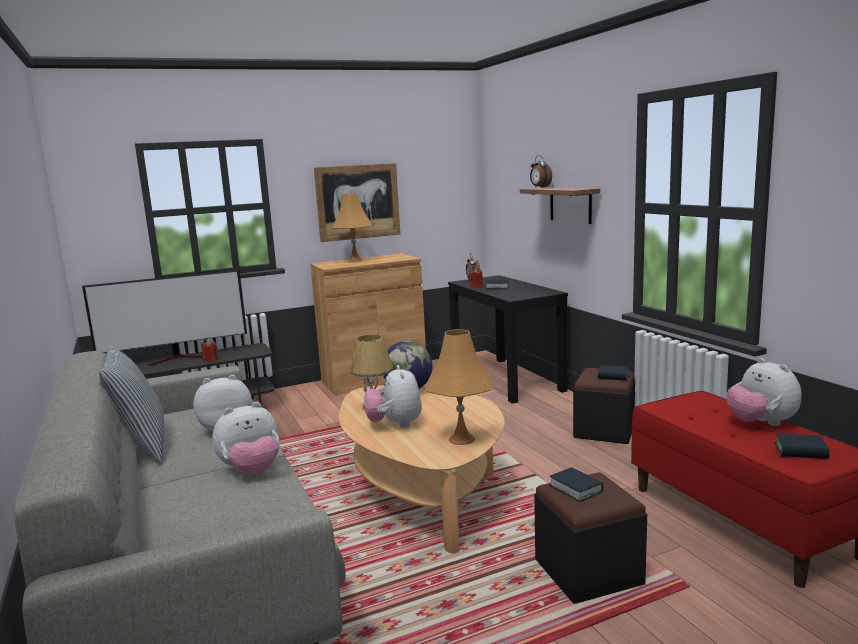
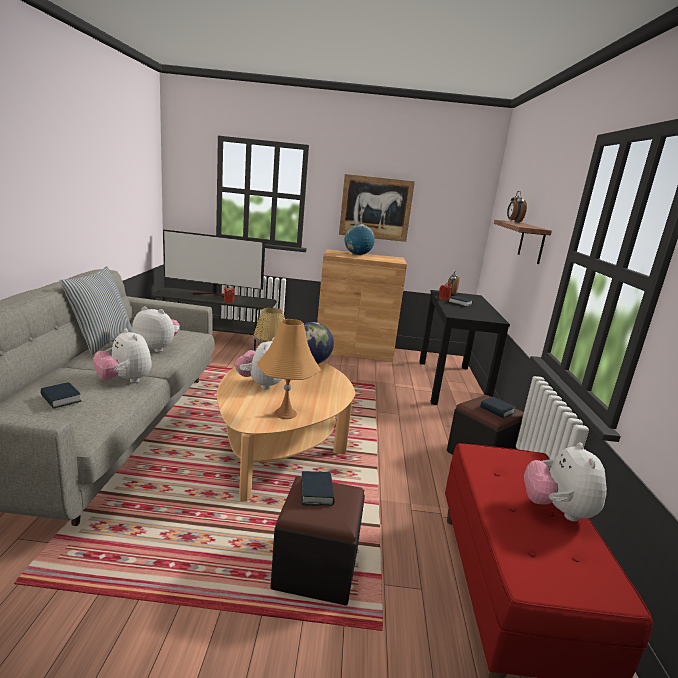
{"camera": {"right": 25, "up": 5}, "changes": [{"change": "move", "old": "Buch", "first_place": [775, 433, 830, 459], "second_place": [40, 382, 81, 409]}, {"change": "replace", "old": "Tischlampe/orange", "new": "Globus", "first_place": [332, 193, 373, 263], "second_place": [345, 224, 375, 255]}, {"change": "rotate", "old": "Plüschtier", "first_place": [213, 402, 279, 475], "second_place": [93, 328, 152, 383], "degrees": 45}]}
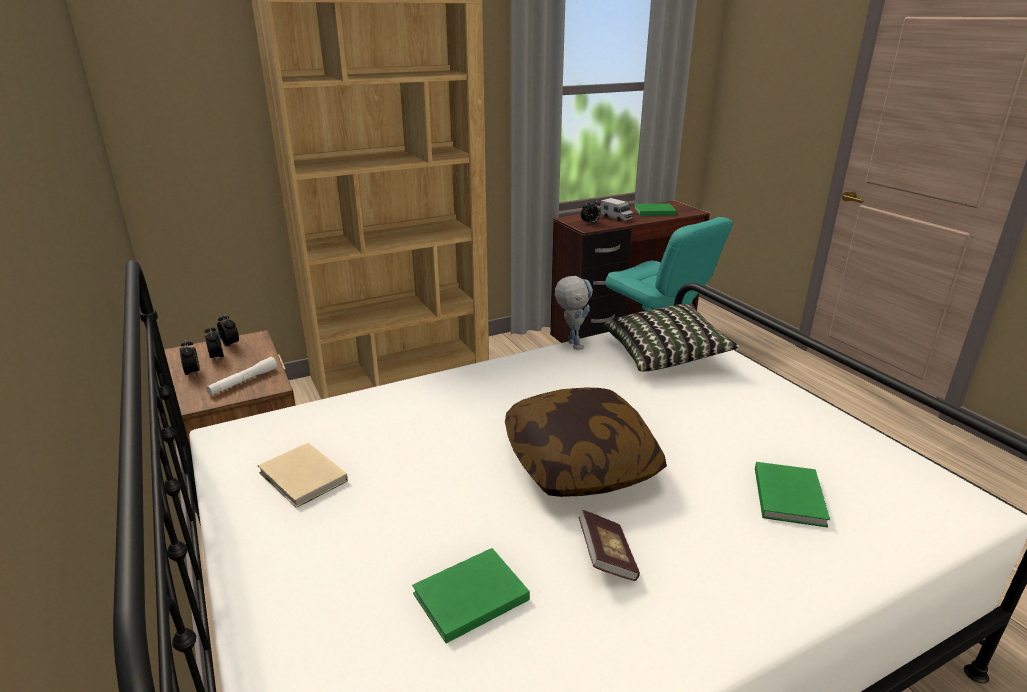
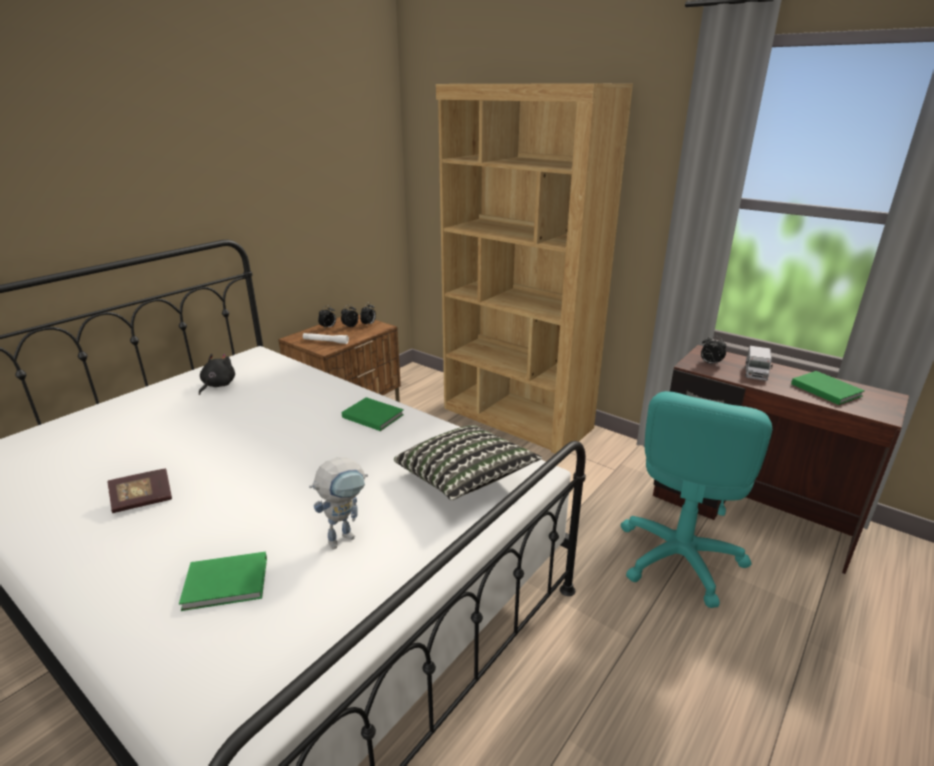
{"camera": {"right": 65, "up": 0}, "changes": [{"change": "delete", "old": "Kissen", "first_place": [505, 387, 667, 497]}, {"change": "move", "old": "Buch/grün", "first_place": [412, 548, 530, 644], "second_place": [342, 397, 404, 431]}, {"change": "move", "old": "Spielzeugroboter", "first_place": [555, 276, 593, 349], "second_place": [309, 457, 368, 549]}, {"change": "replace", "old": "Buch/beige", "new": "Plüschtier/schwarz", "first_place": [258, 443, 348, 508], "second_place": [199, 354, 235, 395]}]}
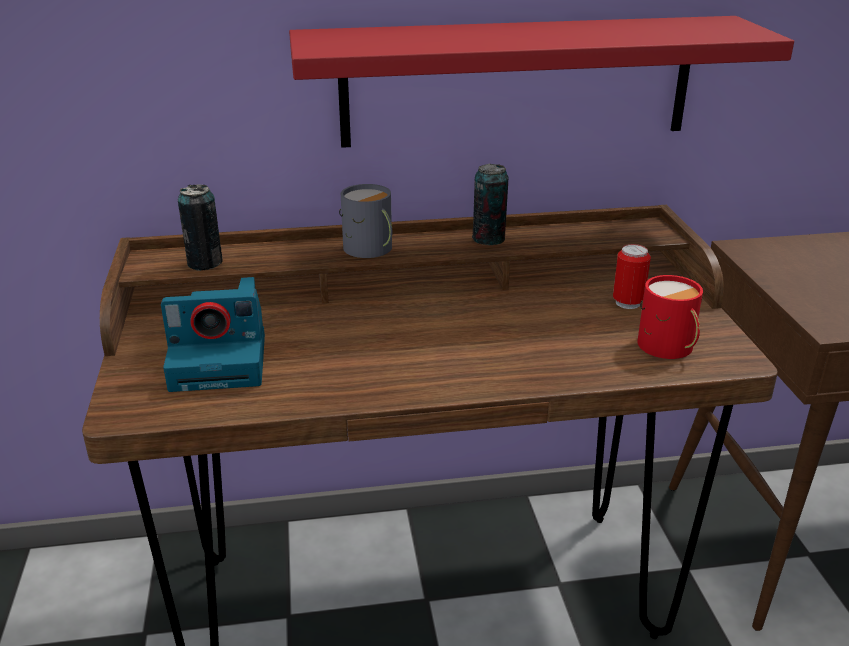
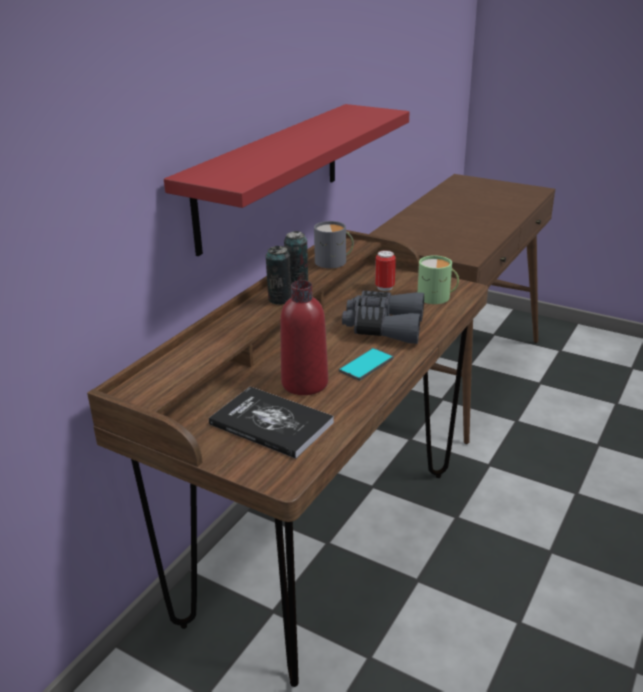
{"camera": {"right": -50, "up": 0}, "changes": [{"change": "insert", "new": "Flasche/rot", "second_place": [280, 280, 328, 395]}, {"change": "insert", "new": "Handy", "second_place": [339, 348, 394, 381]}, {"change": "insert", "new": "Fernglas/grau", "second_place": [342, 290, 424, 344]}, {"change": "move", "old": "Dose", "first_place": [178, 185, 223, 271], "second_place": [266, 246, 291, 305]}, {"change": "move", "old": "Henkelbecher/grau", "first_place": [339, 184, 392, 258], "second_place": [314, 221, 354, 268]}, {"change": "replace", "old": "Kamera", "new": "Buch", "first_place": [161, 277, 265, 392], "second_place": [209, 387, 334, 459]}, {"change": "recolor", "old": "Henkelbecher/rot", "new": "Henkelbecher/grün", "first_place": [637, 275, 703, 359], "second_place": [418, 255, 459, 304]}]}
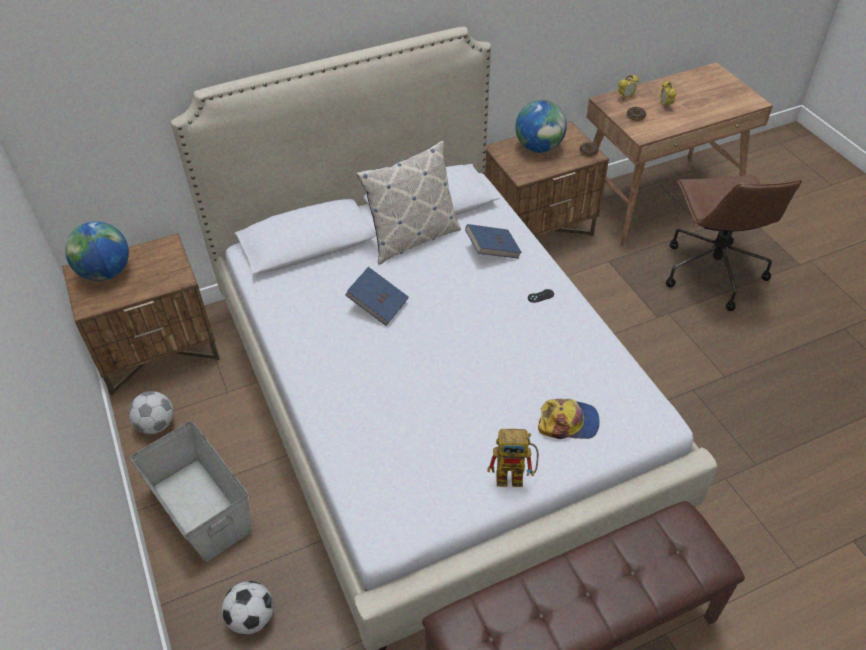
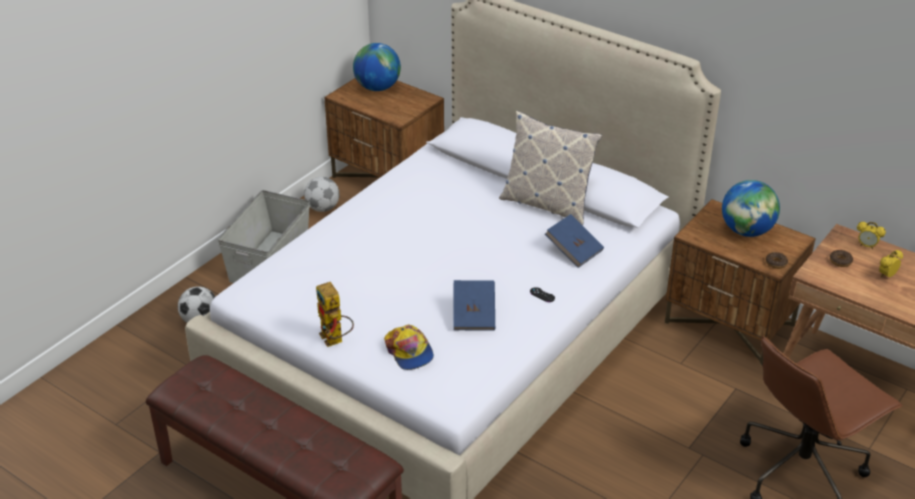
{"camera": {"right": 60, "up": -10}, "changes": [{"change": "move", "old": "Buch/blau", "first_place": [345, 267, 409, 326], "second_place": [453, 280, 495, 331]}]}
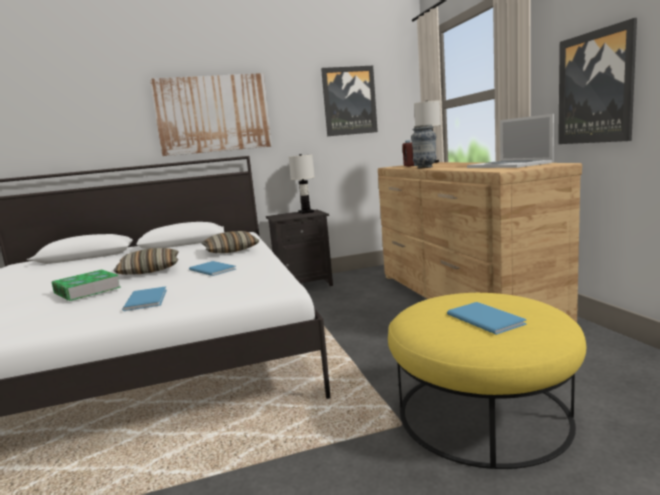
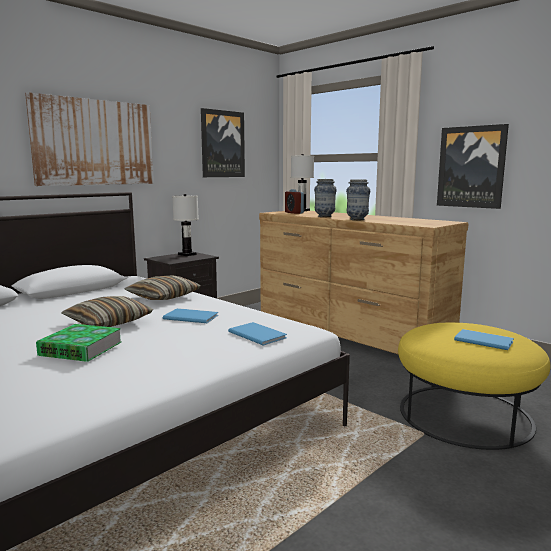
{"camera": {"right": -30, "up": 0}, "changes": [{"change": "delete", "old": "Laptop", "first_place": [467, 114, 554, 168]}, {"change": "insert", "new": "Vase", "second_place": [346, 179, 370, 220]}, {"change": "move", "old": "Buch/blau", "first_place": [122, 286, 167, 311], "second_place": [228, 322, 287, 346]}]}
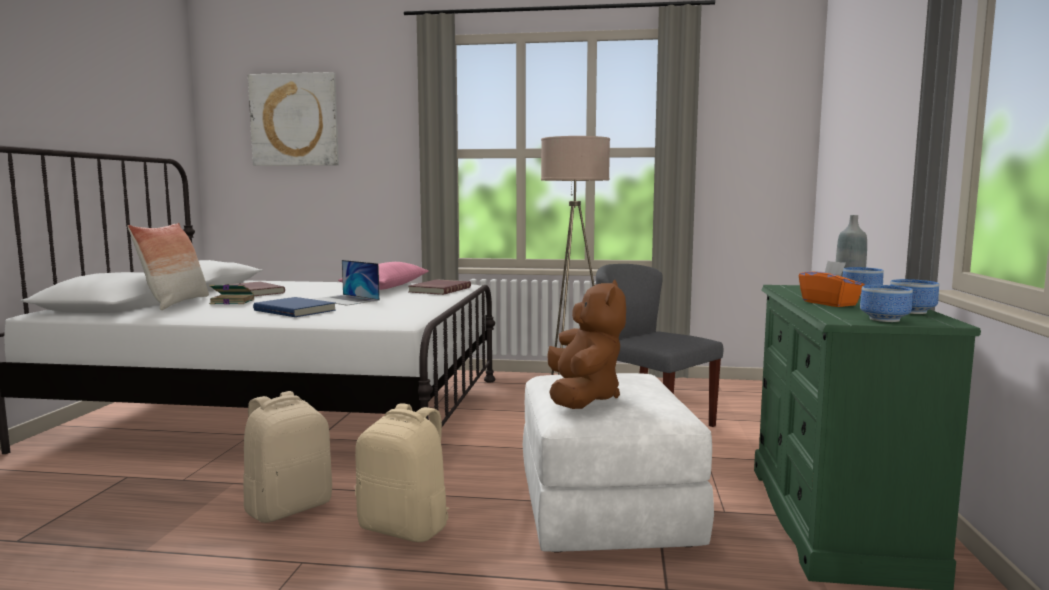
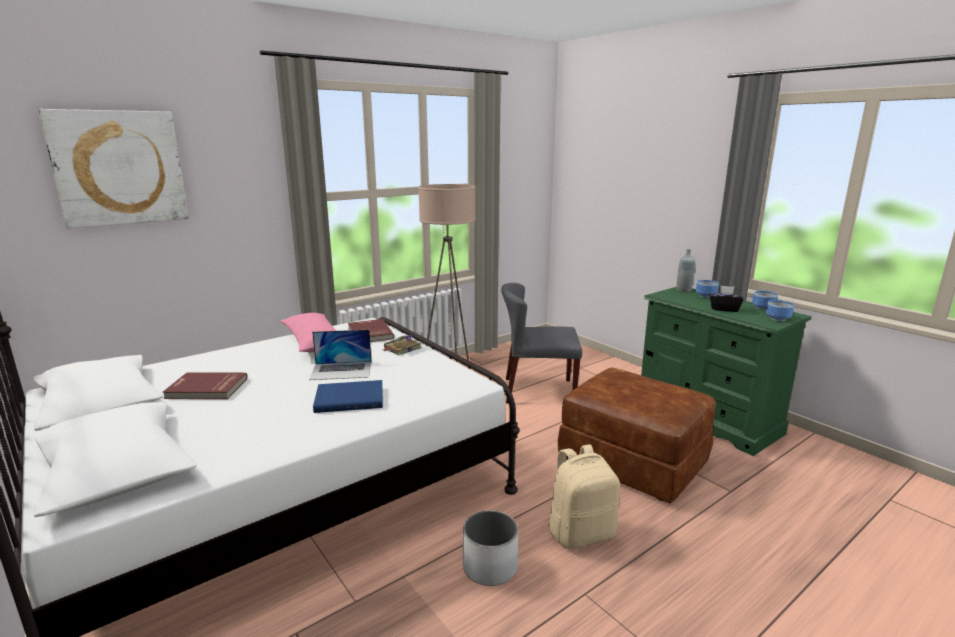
{"camera": {"right": -45, "up": 10}, "changes": [{"change": "delete", "old": "Kissen", "first_place": [127, 223, 209, 310]}, {"change": "delete", "old": "Plüschtier/braun", "first_place": [547, 280, 626, 409]}, {"change": "move", "old": "Buch", "first_place": [209, 285, 254, 304], "second_place": [384, 332, 422, 356]}, {"change": "replace", "old": "Rucksack/beige", "new": "Pflanzkübel/weiß", "first_place": [243, 391, 332, 523], "second_place": [463, 510, 518, 586]}, {"change": "recolor", "old": "Polsterhocker/weiß", "new": "Polsterhocker/braun", "first_place": [523, 373, 714, 553], "second_place": [558, 367, 716, 503]}, {"change": "recolor", "old": "Taschentuchbox/orange", "new": "Taschentuchbox/schwarz", "first_place": [799, 261, 865, 307], "second_place": [709, 285, 744, 312]}]}
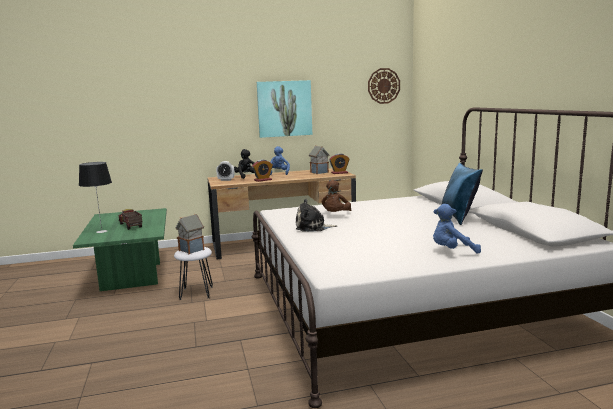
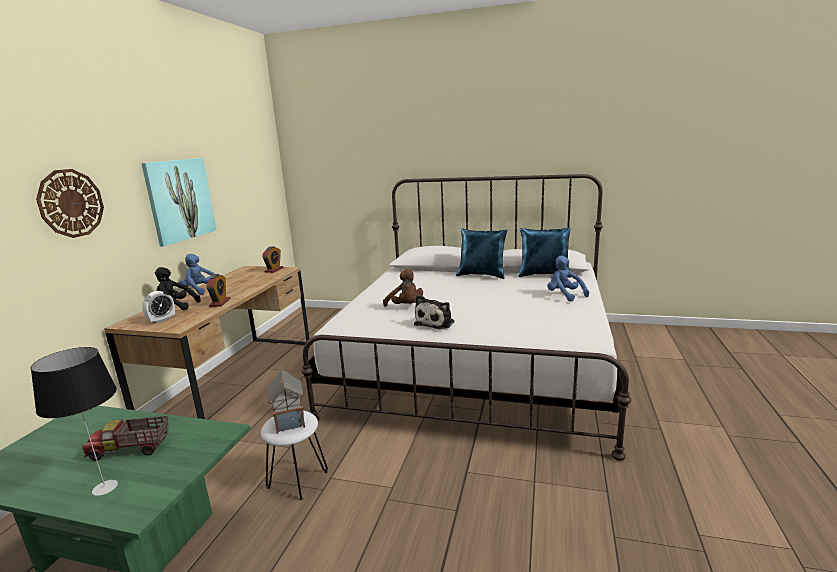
{"camera": {"right": -60, "up": 5}, "changes": [{"change": "delete", "old": "Spielzeughaus", "first_place": [309, 145, 329, 174]}, {"change": "insert", "new": "Kissen/blau", "second_place": [518, 227, 571, 278]}, {"change": "move", "old": "Wanduhr", "first_place": [368, 68, 400, 104], "second_place": [36, 169, 104, 238]}, {"change": "rotate", "old": "Plüschtier/blau", "first_place": [433, 204, 481, 254], "second_place": [547, 256, 589, 302], "degrees": 120}]}
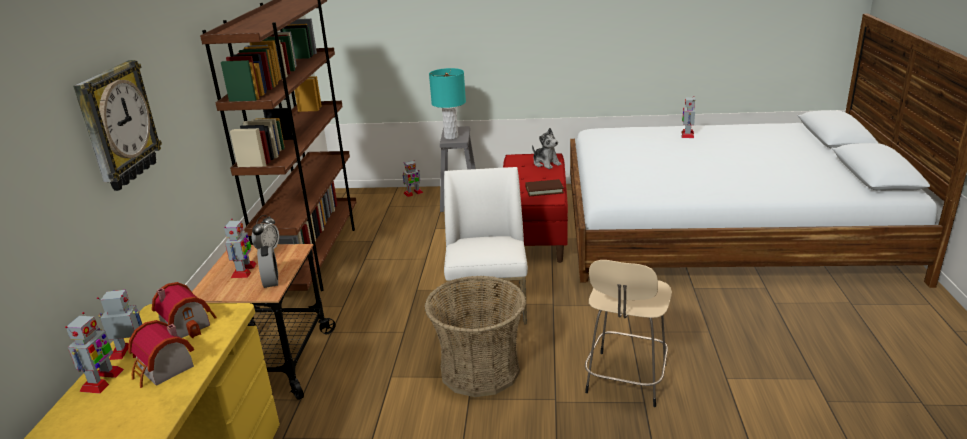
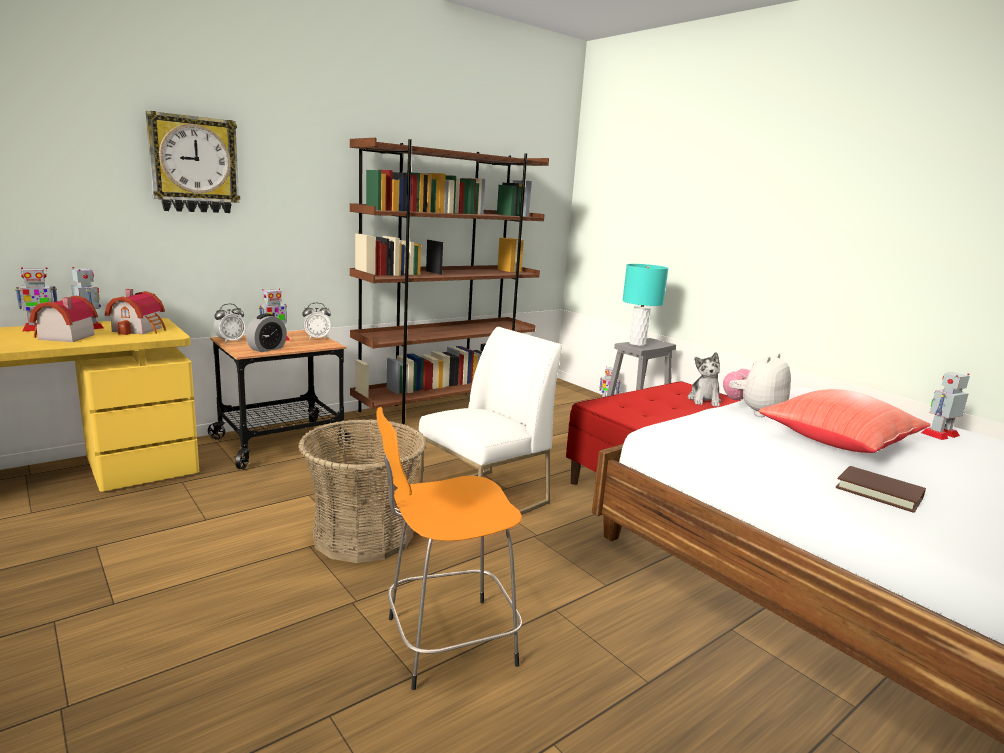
{"camera": {"right": 45, "up": -10}, "changes": [{"change": "insert", "new": "Wecker", "second_place": [214, 304, 246, 343]}, {"change": "insert", "new": "Plüschtier", "second_place": [723, 353, 791, 417]}, {"change": "insert", "new": "Kissen/rot", "second_place": [759, 389, 931, 453]}, {"change": "move", "old": "Buch/braun", "first_place": [525, 179, 564, 196], "second_place": [835, 466, 926, 513]}, {"change": "recolor", "old": "Hocker/beige", "new": "Hocker/orange", "first_place": [585, 260, 672, 407], "second_place": [377, 407, 522, 690]}]}
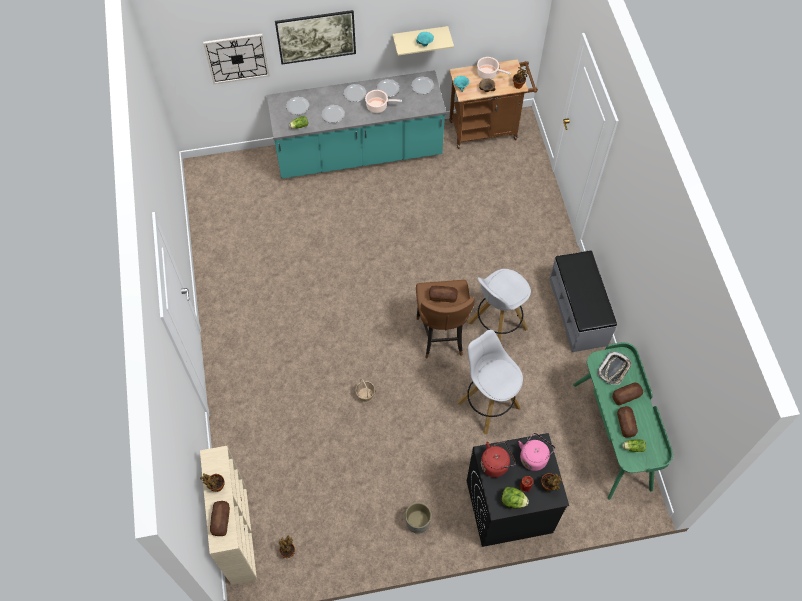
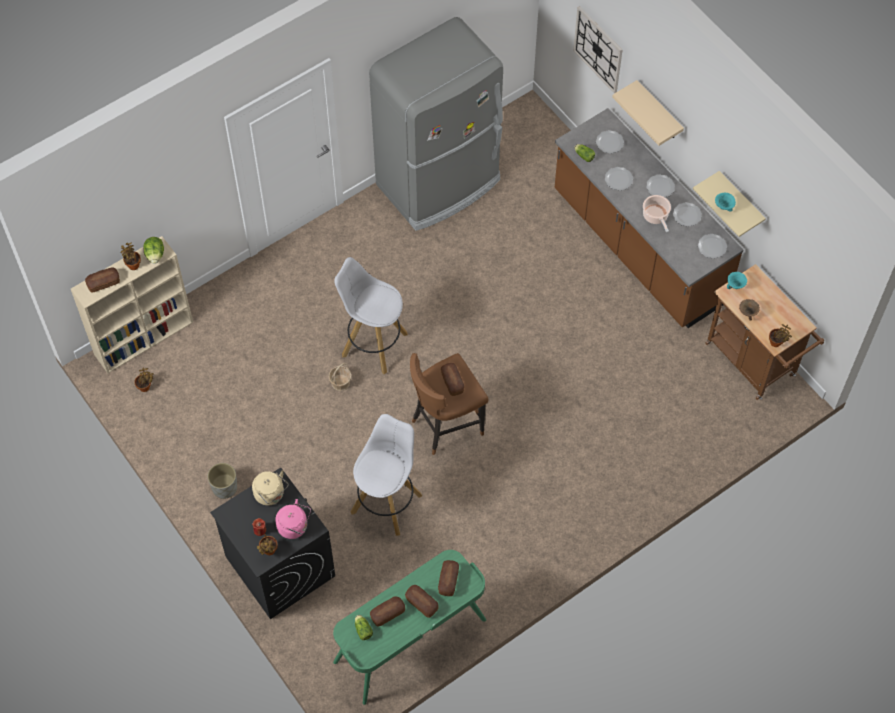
{"camera": {"right": 65, "up": 0}, "changes": [{"change": "delete", "old": "Kochtopf", "first_place": [477, 57, 511, 79]}, {"change": "delete", "old": "Bank/grau", "first_place": [549, 250, 617, 352]}, {"change": "insert", "new": "Kühlschrank/grau", "second_place": [369, 17, 503, 231]}, {"change": "move", "old": "Hocker/weiß", "first_place": [468, 269, 531, 342], "second_place": [334, 257, 408, 374]}, {"change": "move", "old": "Salatkopf", "first_place": [501, 487, 529, 509], "second_place": [143, 237, 164, 264]}, {"change": "replace", "old": "Bild", "new": "Wandregal/beige", "first_place": [275, 10, 356, 64], "second_place": [612, 80, 684, 146]}, {"change": "replace", "old": "Tablett", "new": "Brot", "first_place": [597, 351, 632, 385], "second_place": [438, 560, 459, 596]}, {"change": "recolor", "old": "Küchenzeile/türkis", "new": "Küchenzeile/braun", "first_place": [266, 70, 446, 179], "second_place": [555, 108, 743, 328]}, {"change": "recolor", "old": "Wasserkessel/rot", "new": "Wasserkessel/beige", "first_place": [481, 441, 516, 477], "second_place": [252, 470, 288, 505]}]}
